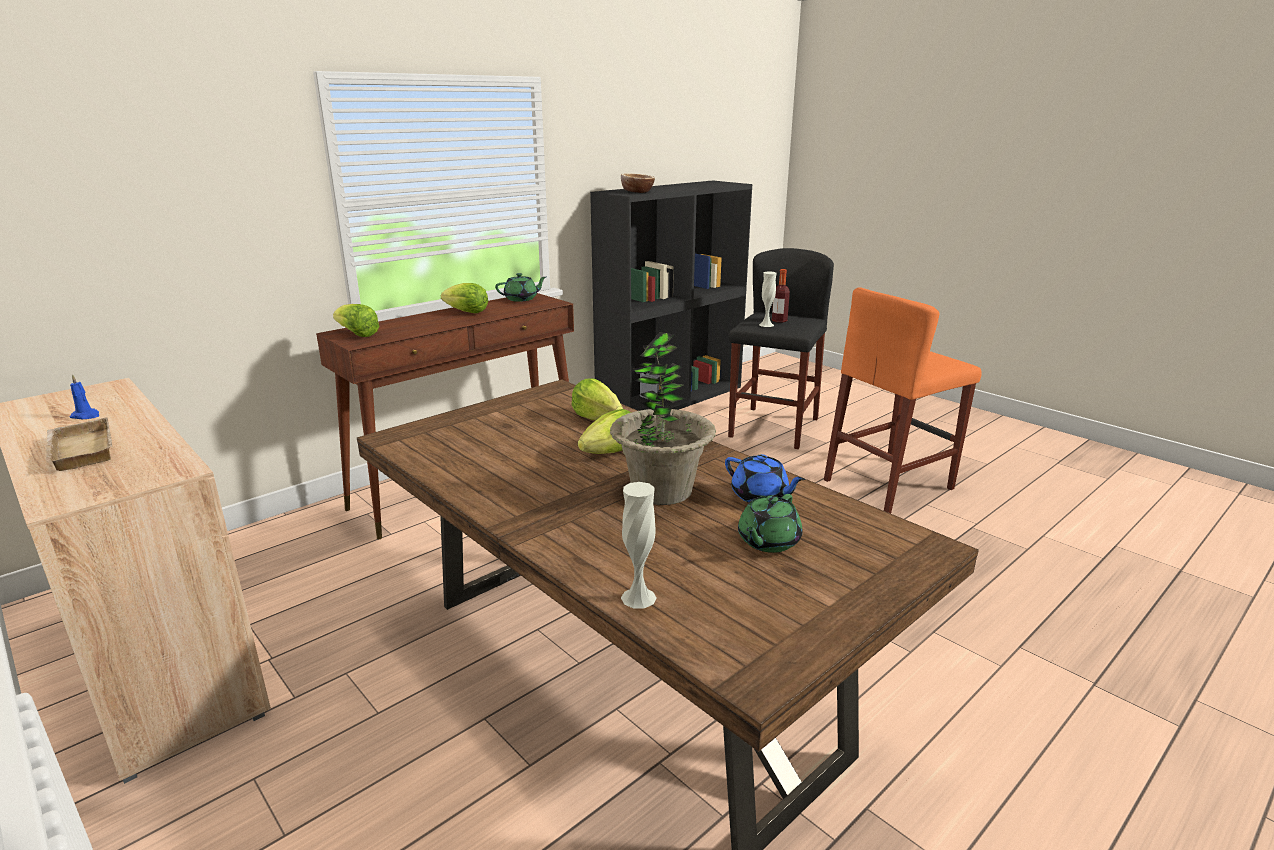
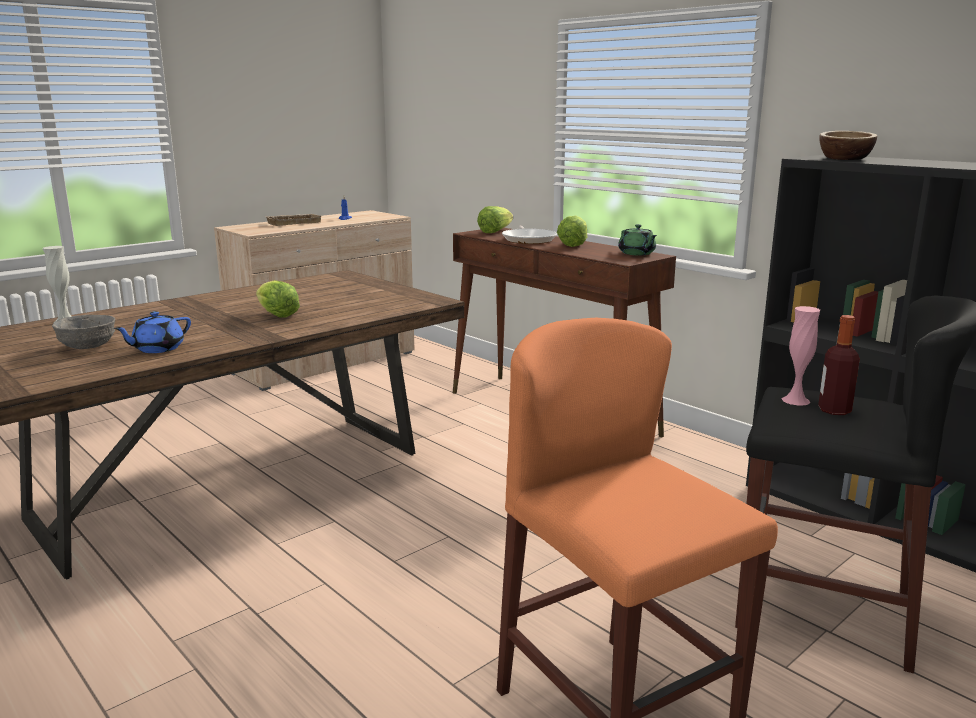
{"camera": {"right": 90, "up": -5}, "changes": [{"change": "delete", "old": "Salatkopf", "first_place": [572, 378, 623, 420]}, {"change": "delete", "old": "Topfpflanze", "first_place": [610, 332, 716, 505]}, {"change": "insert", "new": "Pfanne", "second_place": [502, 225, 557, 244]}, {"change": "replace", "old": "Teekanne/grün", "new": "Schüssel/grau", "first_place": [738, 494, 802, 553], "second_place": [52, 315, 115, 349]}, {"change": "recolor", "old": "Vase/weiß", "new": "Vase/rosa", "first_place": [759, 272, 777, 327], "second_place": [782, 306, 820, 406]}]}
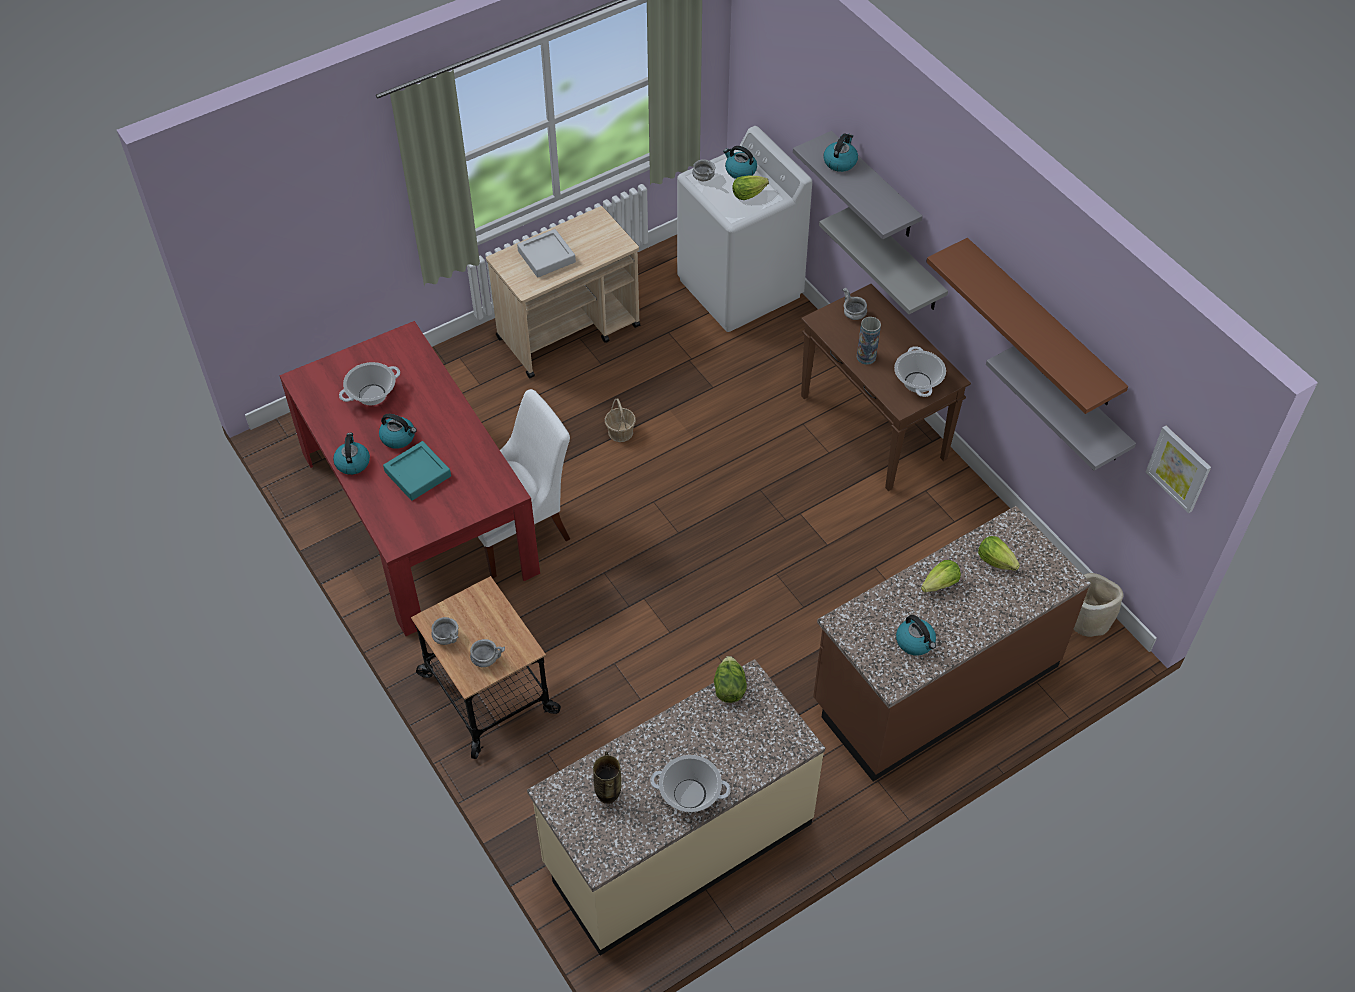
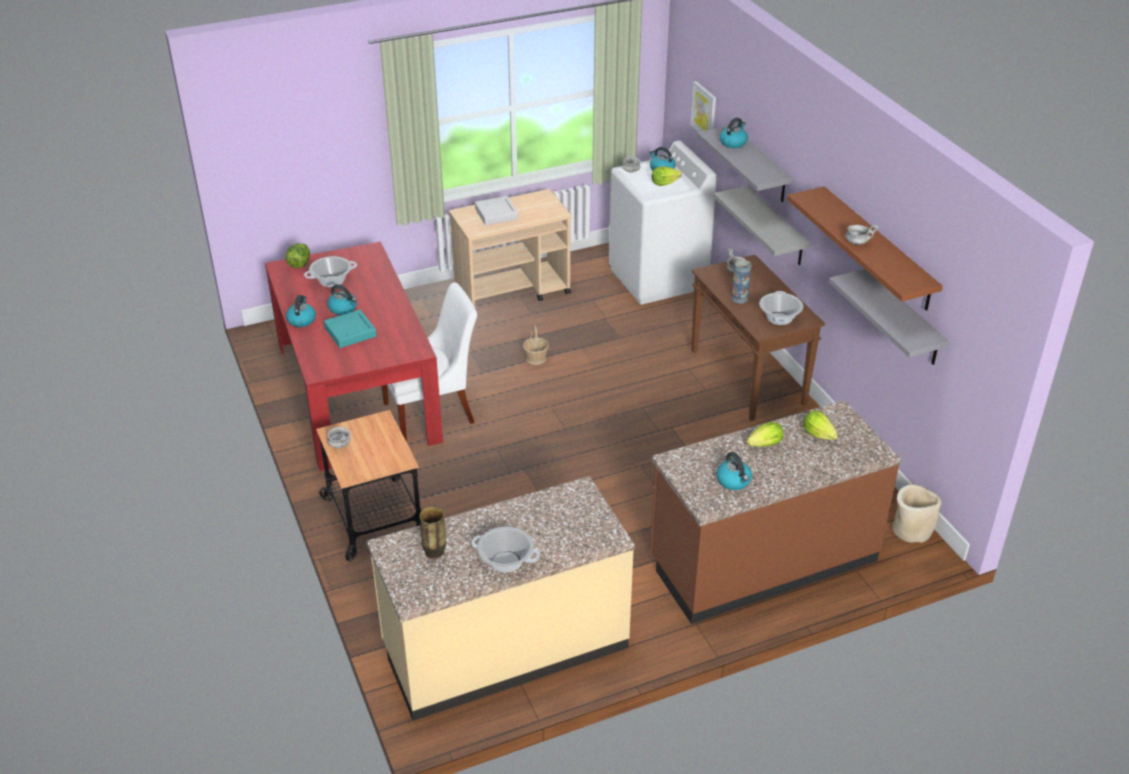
{"camera": {"right": 10, "up": -15}, "changes": [{"change": "move", "old": "Schüssel/grau", "first_place": [470, 639, 505, 667], "second_place": [845, 225, 879, 245]}, {"change": "move", "old": "Salatkopf", "first_place": [714, 656, 747, 703], "second_place": [285, 243, 310, 268]}, {"change": "move", "old": "Bild", "first_place": [1146, 426, 1211, 513], "second_place": [690, 81, 716, 132]}]}
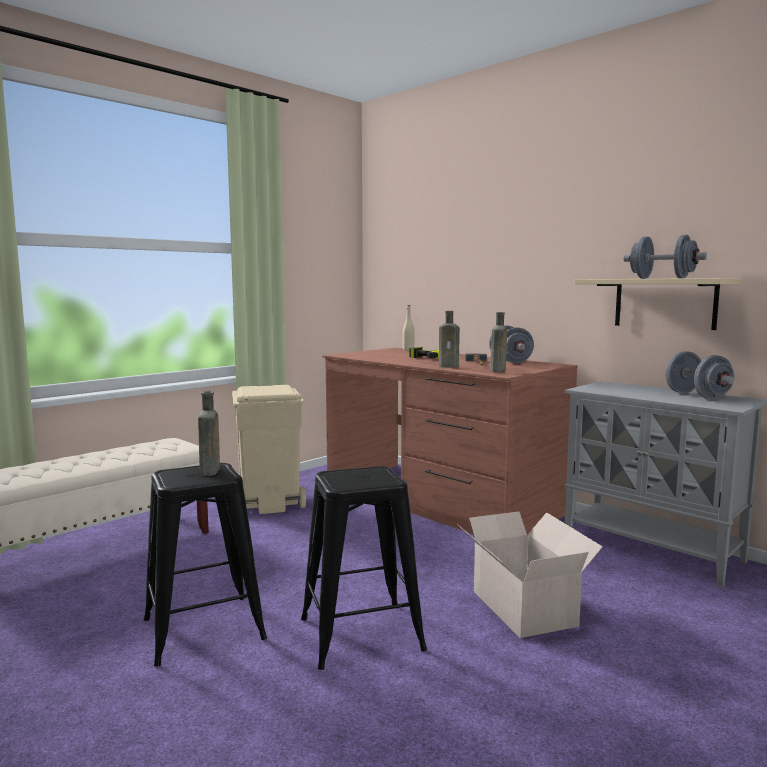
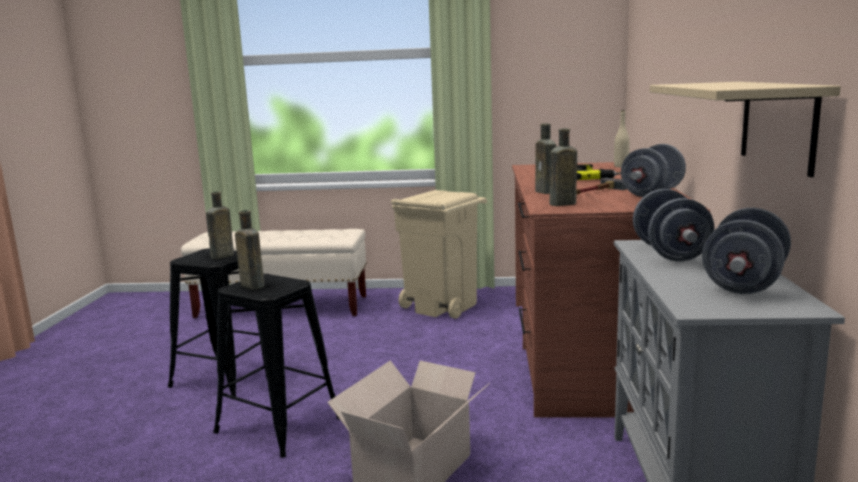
{"camera": {"right": 50, "up": 5}, "changes": [{"change": "insert", "new": "Flasche/braun", "second_place": [235, 210, 264, 289]}, {"change": "move", "old": "Hantel/grau", "first_place": [624, 235, 707, 279], "second_place": [633, 189, 714, 261]}]}
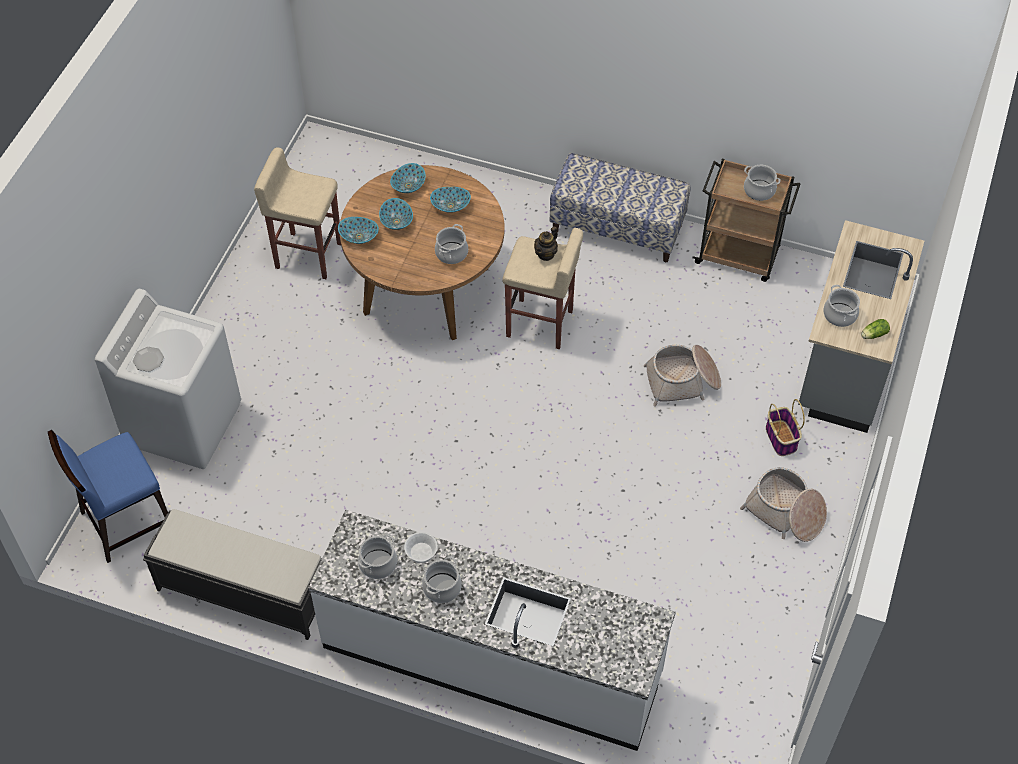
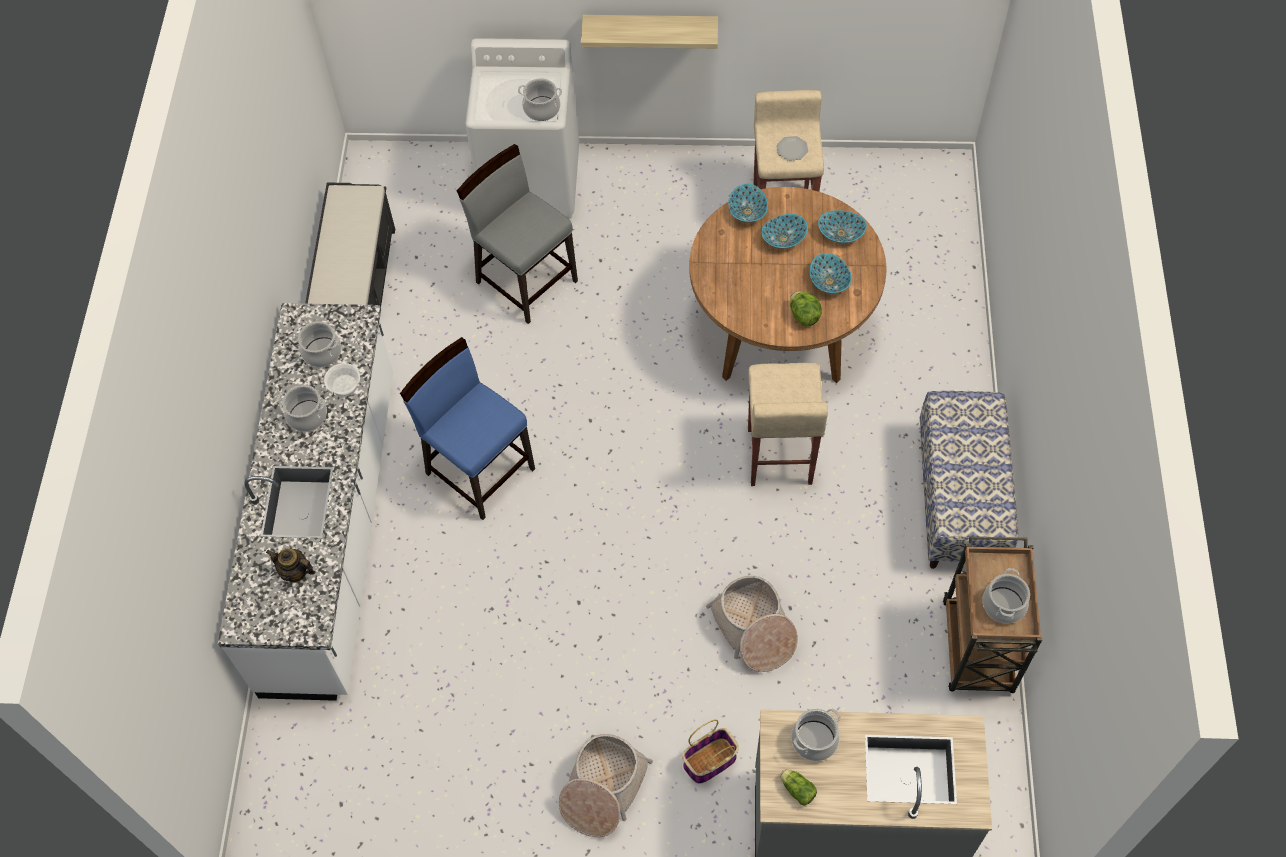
{"camera": {"right": 75, "up": 5}, "changes": [{"change": "insert", "new": "Stuhl/grau", "second_place": [457, 144, 578, 324]}, {"change": "insert", "new": "Wandregal", "second_place": [581, 15, 718, 49]}, {"change": "insert", "new": "Salatkopf", "second_place": [790, 291, 822, 327]}, {"change": "move", "old": "Stuhl/blau", "first_place": [48, 430, 168, 563], "second_place": [400, 337, 535, 520]}, {"change": "move", "old": "Teller", "first_place": [133, 347, 164, 372], "second_place": [777, 136, 808, 161]}, {"change": "move", "old": "Kochtopf", "first_place": [435, 224, 468, 264], "second_place": [518, 78, 562, 121]}, {"change": "move", "old": "Teekanne", "first_place": [534, 226, 558, 261], "second_place": [266, 548, 315, 583]}]}
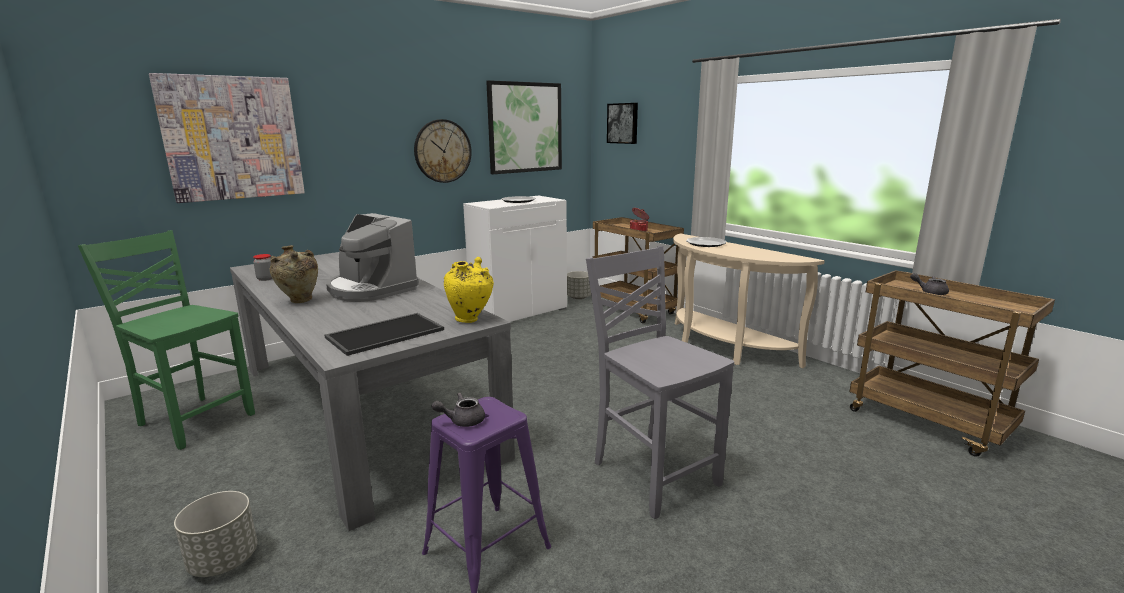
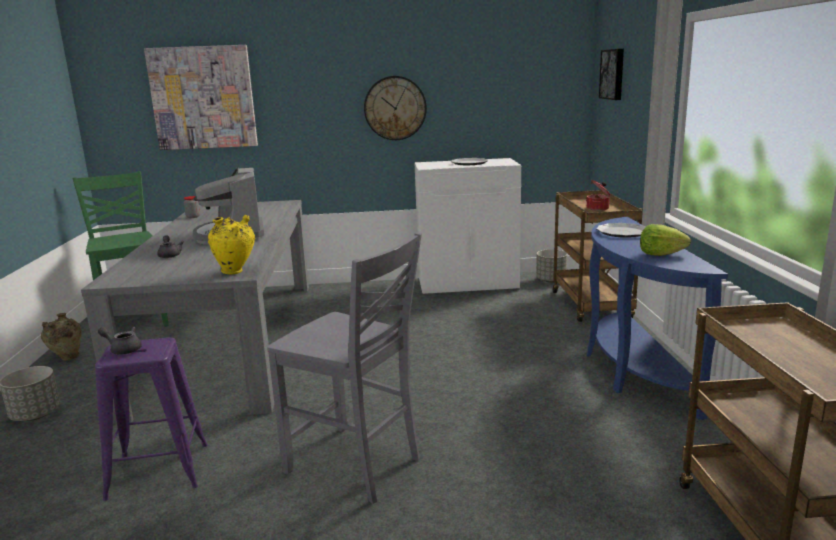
{"camera": {"right": 35, "up": 0}, "changes": [{"change": "delete", "old": "Tablett", "first_place": [325, 313, 444, 356]}, {"change": "delete", "old": "Bild", "first_place": [486, 80, 562, 174]}, {"change": "insert", "new": "Salatkopf", "second_place": [640, 224, 691, 256]}, {"change": "move", "old": "Vase/beige", "first_place": [270, 245, 318, 303], "second_place": [41, 313, 82, 361]}, {"change": "move", "old": "Teekanne/grau", "first_place": [910, 273, 949, 295], "second_place": [157, 235, 184, 258]}, {"change": "recolor", "old": "Konsolentisch/beige", "new": "Konsolentisch/blau", "first_place": [673, 233, 825, 368], "second_place": [587, 217, 728, 420]}, {"change": "rotate", "old": "Stuhl/grau", "first_place": [586, 246, 734, 519], "second_place": [267, 232, 422, 504], "degrees": 120}]}
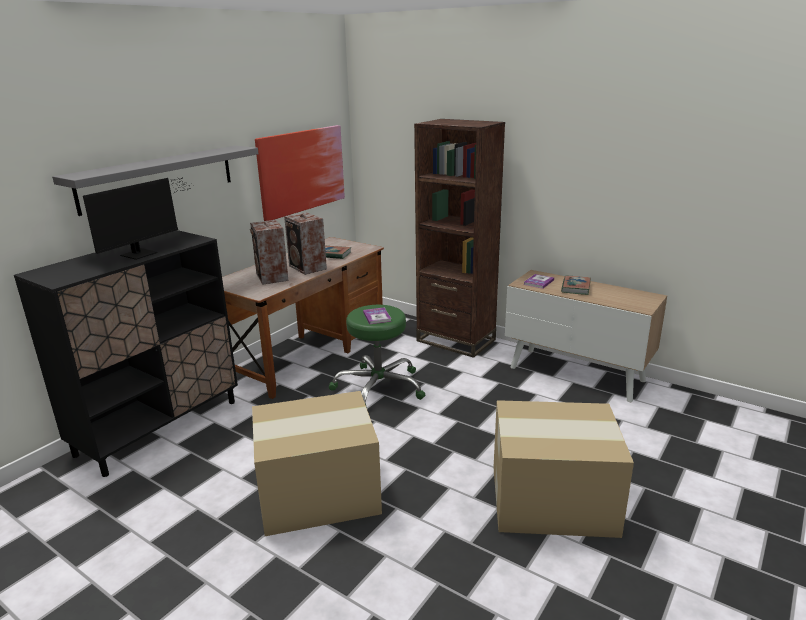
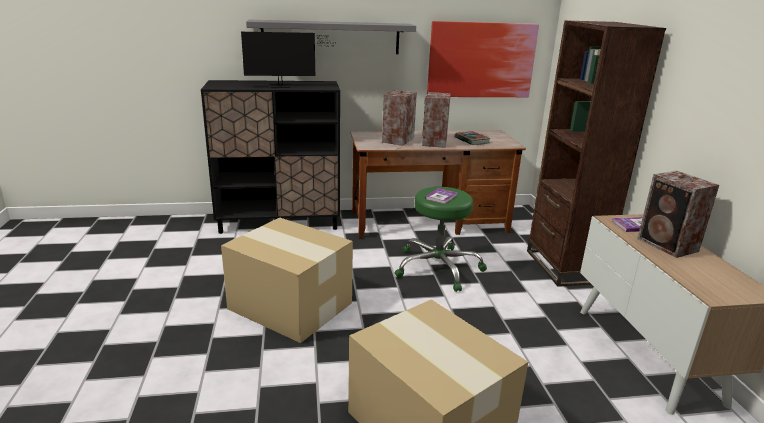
{"camera": {"right": 45, "up": 0}, "changes": [{"change": "replace", "old": "Buch", "new": "Lautsprecher", "first_place": [561, 276, 591, 295], "second_place": [637, 171, 719, 258]}]}
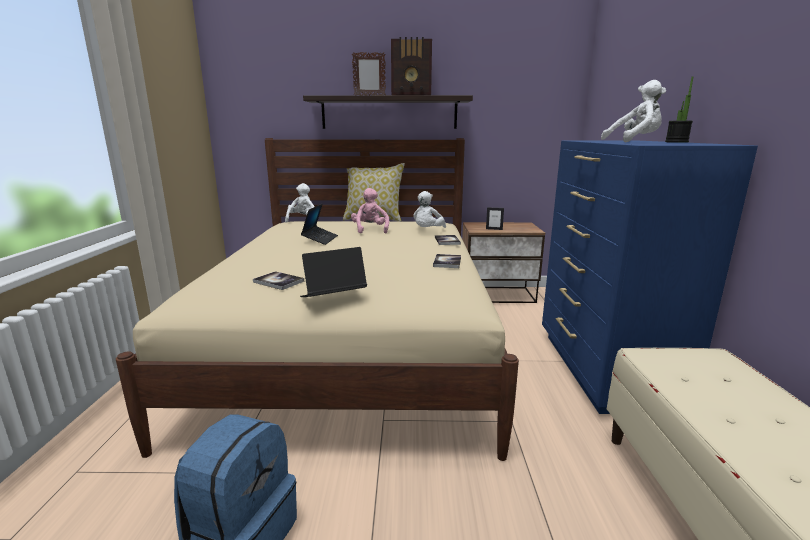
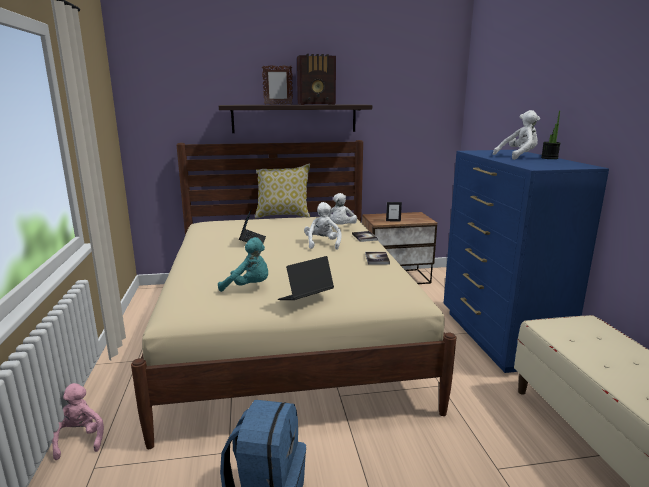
{"camera": {"right": -10, "up": 0}, "changes": [{"change": "move", "old": "Plüschtier/weiß", "first_place": [285, 183, 314, 223], "second_place": [304, 202, 342, 250]}, {"change": "move", "old": "Plüschtier/rosa", "first_place": [351, 188, 389, 233], "second_place": [52, 383, 104, 460]}, {"change": "replace", "old": "Buch", "new": "Plüschtier/türkis", "first_place": [253, 271, 304, 290], "second_place": [218, 237, 268, 292]}]}
